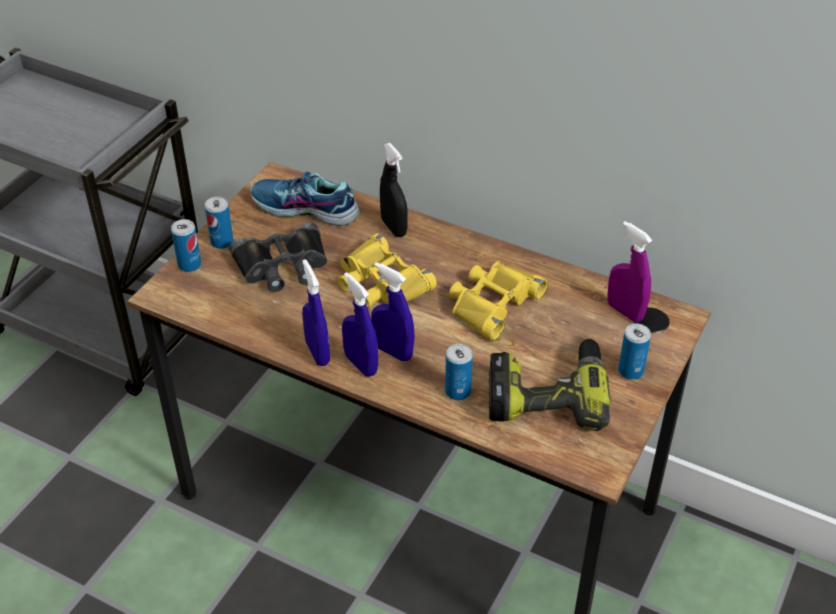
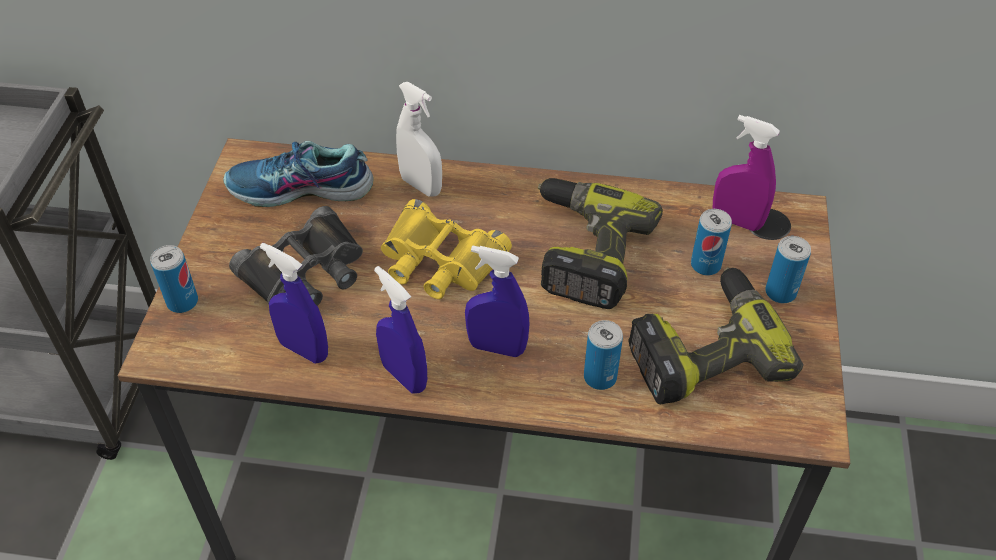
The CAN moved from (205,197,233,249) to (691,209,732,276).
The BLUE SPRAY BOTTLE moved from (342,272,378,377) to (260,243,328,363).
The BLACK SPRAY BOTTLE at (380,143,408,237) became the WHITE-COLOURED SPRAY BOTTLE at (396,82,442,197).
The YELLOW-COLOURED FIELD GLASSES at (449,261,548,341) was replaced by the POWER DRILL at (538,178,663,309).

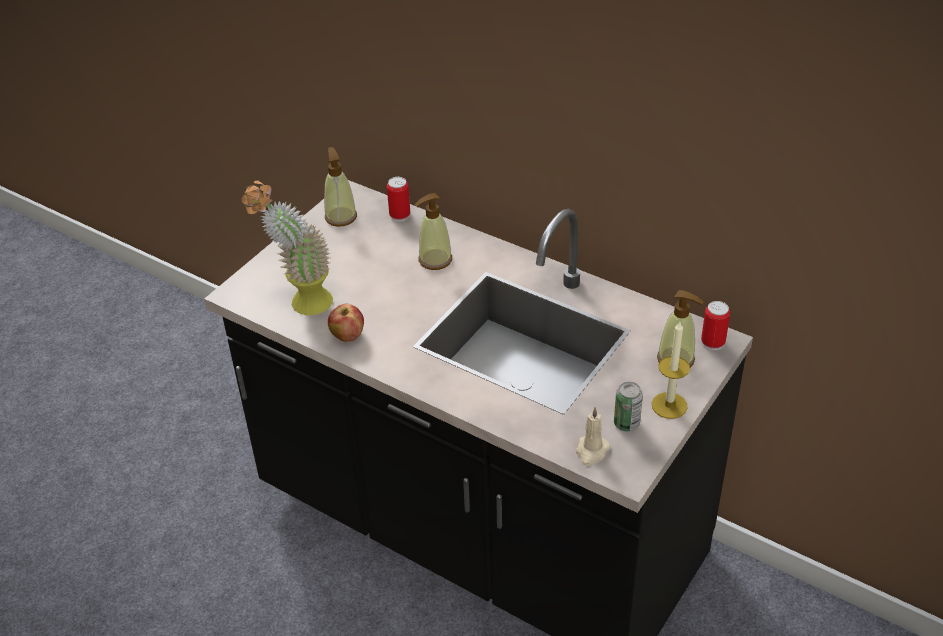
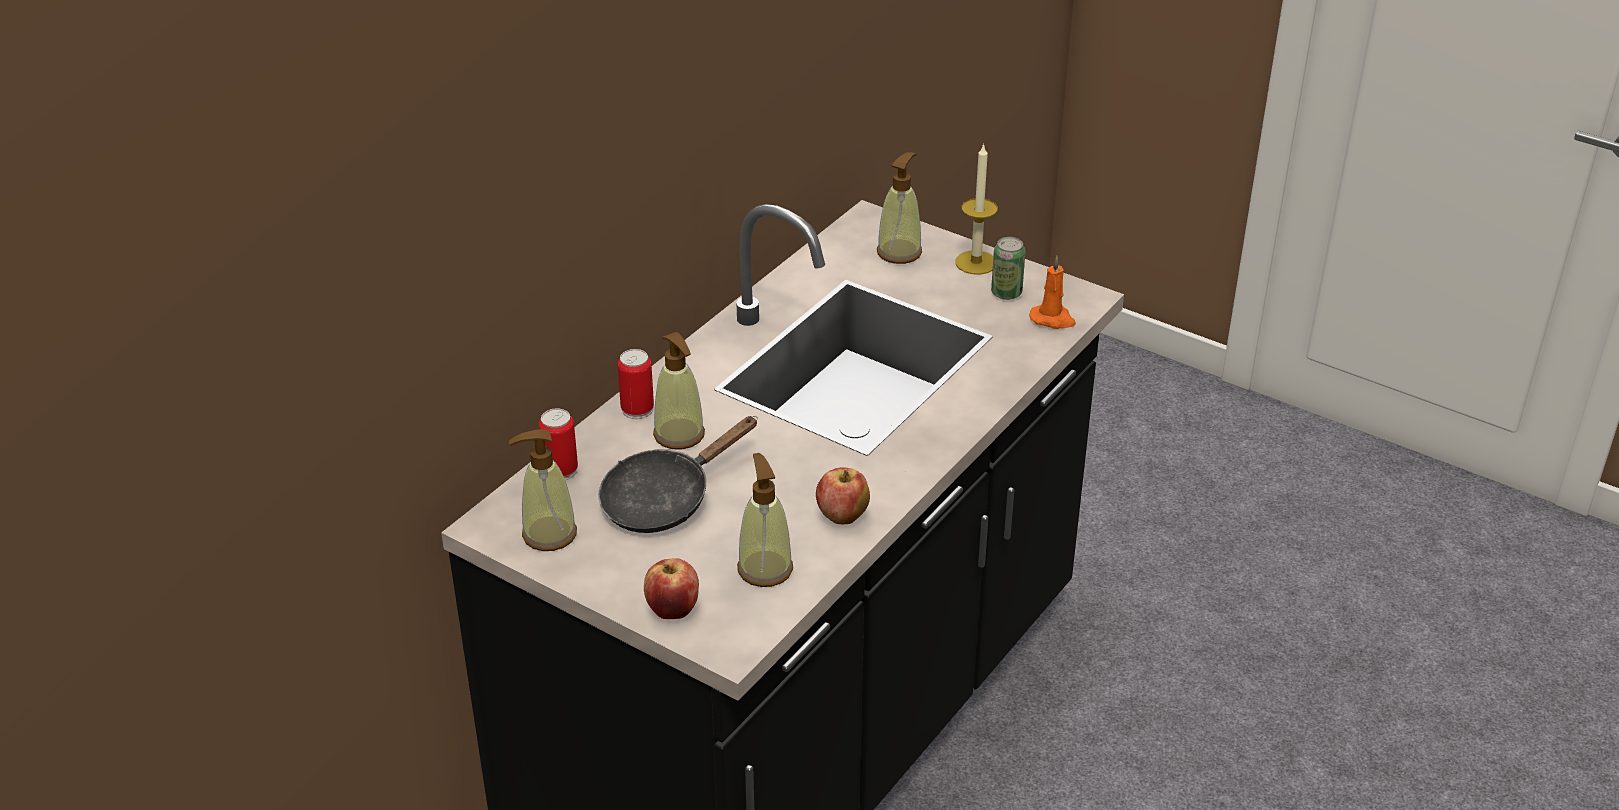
The POTTED PLANT at (242,181,333,315) was replaced by the SOAP DISPENSER at (737,453,793,587).
The BEIGE-COLOURED WAX LIGHT at (576,407,610,466) became the ORANGEY WAX LIGHT at (1029,256,1076,329).
The CAN moved from (701,301,730,351) to (618,349,654,419).
The BLACK FRYING PAN at (598,416,758,533) appeared.
The APPLE FRUIT at (644,558,699,619) appeared.

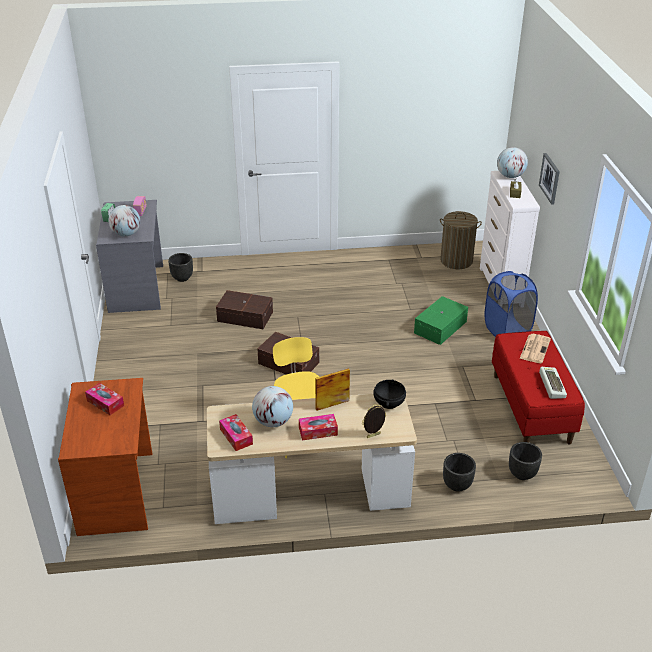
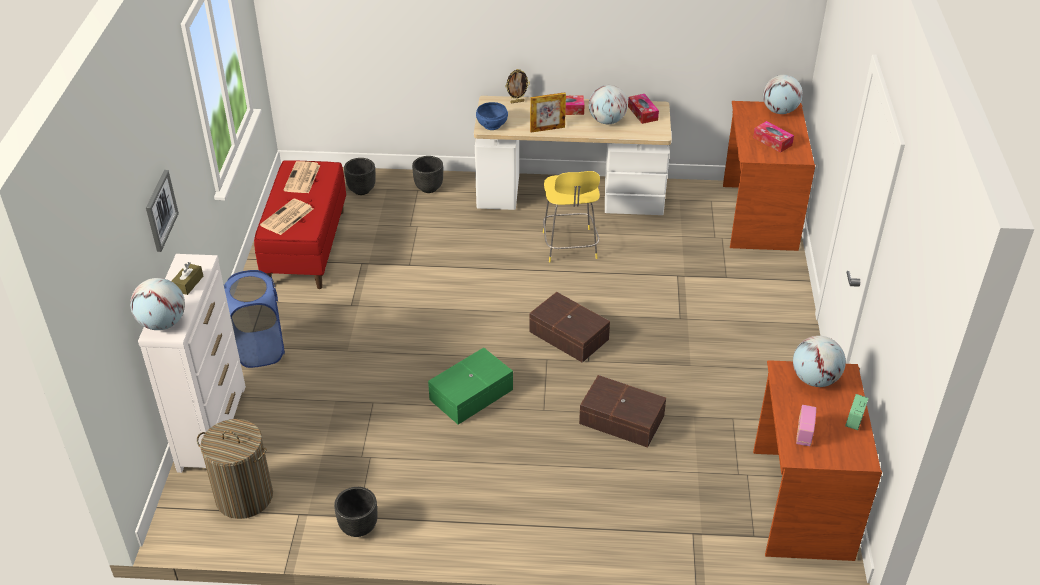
The GREYISH DESK TABLE at (96,200,163,313) became the BROWN-COLOURED DESK TABLE at (753,360,882,561).
The BLACK PLANT POT moved from (168,253,193,282) to (334,487,378,537).
The BLACK DEEP DISH at (374,379,406,409) became the BLUE DEEP DISH at (476,102,508,130).
The GREEN STORAGE BOX moved from (414,296,468,345) to (428,348,513,425).
The PC KEYBOARD at (539,367,567,399) was replaced by the NEWSPAPER at (283,161,320,193).
The WORLD GLOBE at (763,75,803,114) appeared.

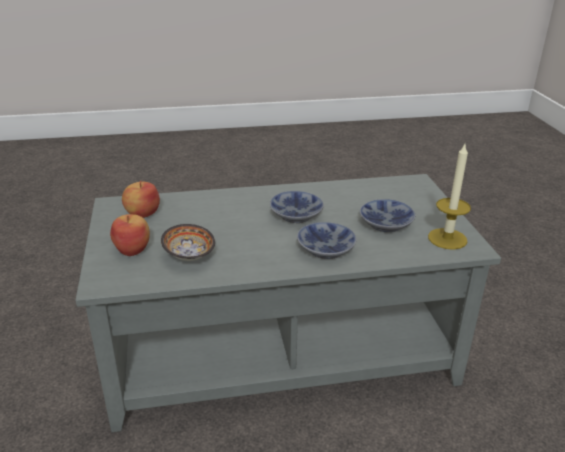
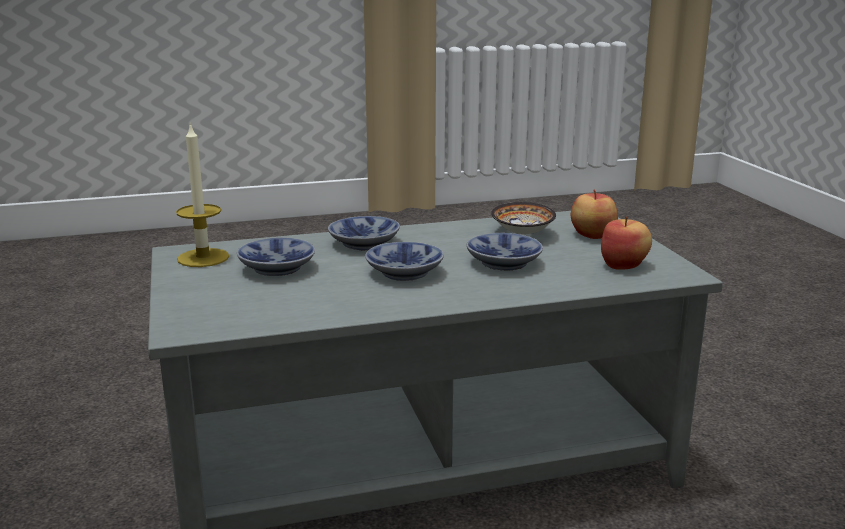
The DEEP DISH at (467,233,543,270) appeared.

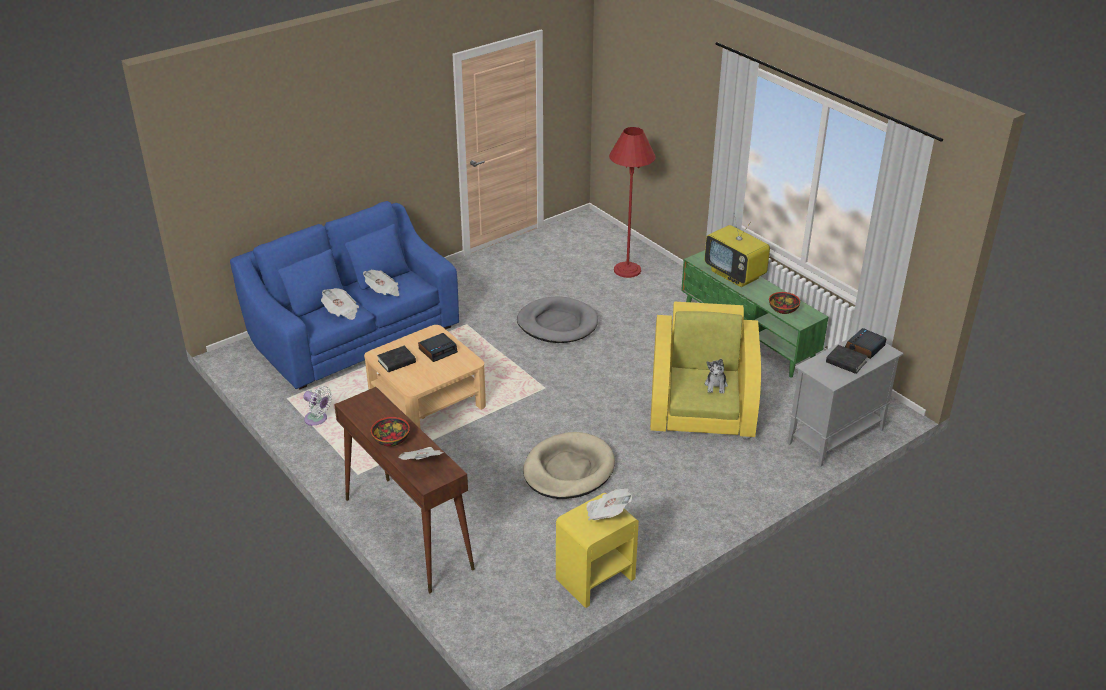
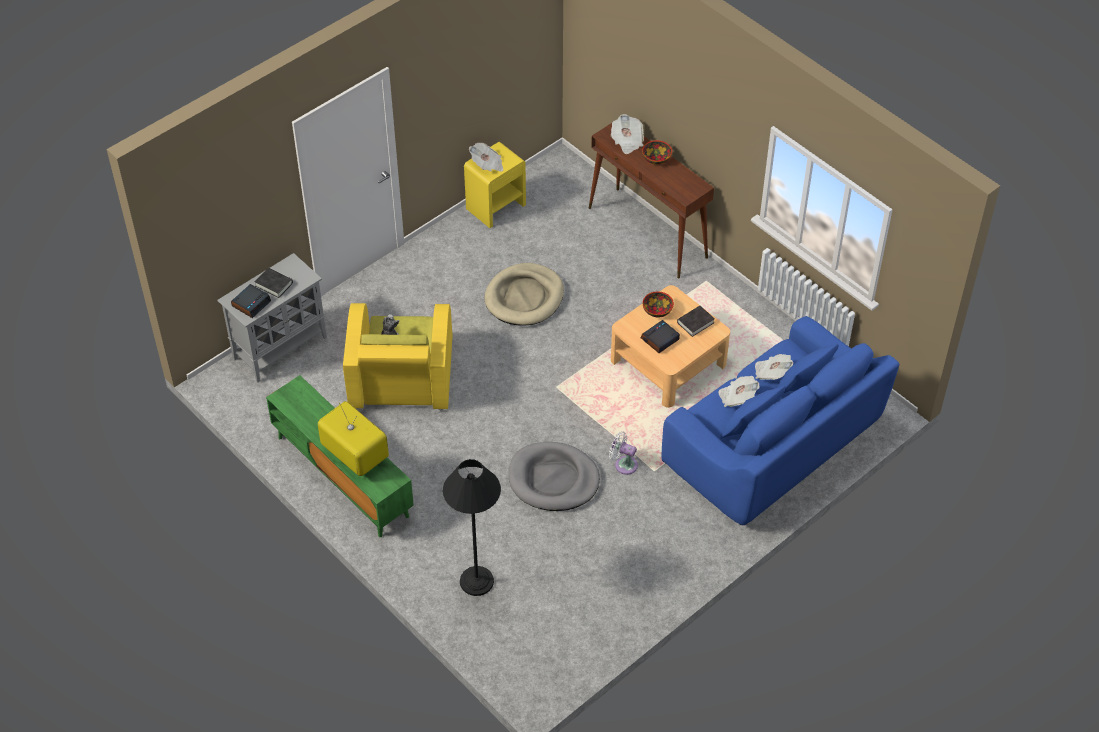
The WHITE-COLOURED FAN moved from (303,386,332,426) to (609,431,638,475).
The RED-COLOURED STANDARD LAMP at (609,127,656,278) became the BLACK STANDARD LAMP at (443,459,501,596).
The DEEP DISH moved from (769,292,800,314) to (643,291,674,317).

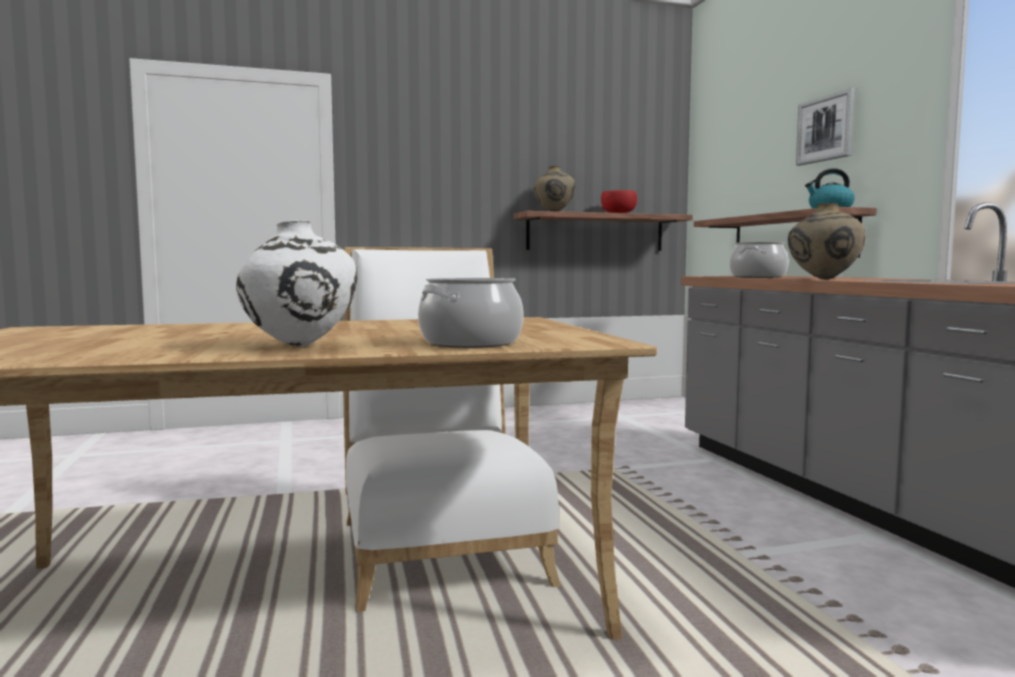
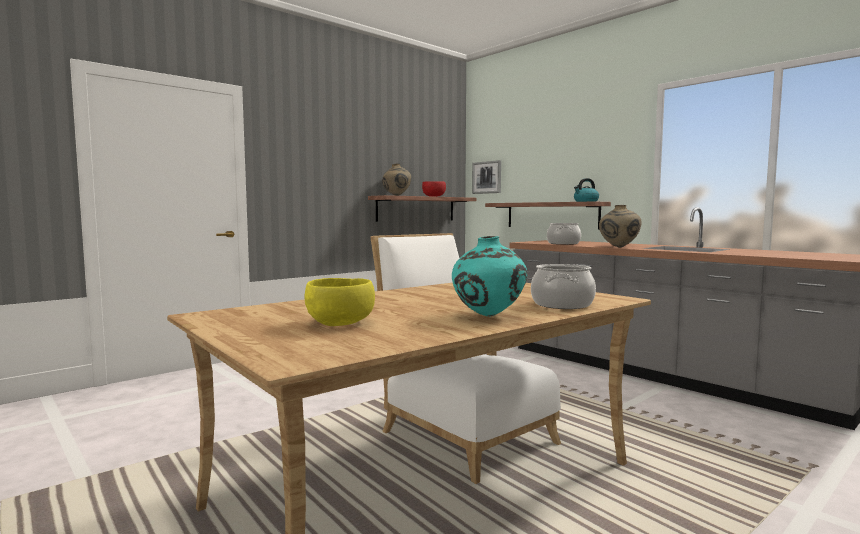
The WHITE-COLOURED VASE at (236,220,357,347) became the BLUE-GREEN VASE at (452,236,527,317).
The WALL ART moved from (796,88,855,166) to (472,160,501,194).
The YELLOW-COLOURED DEEP DISH at (304,278,375,326) appeared.

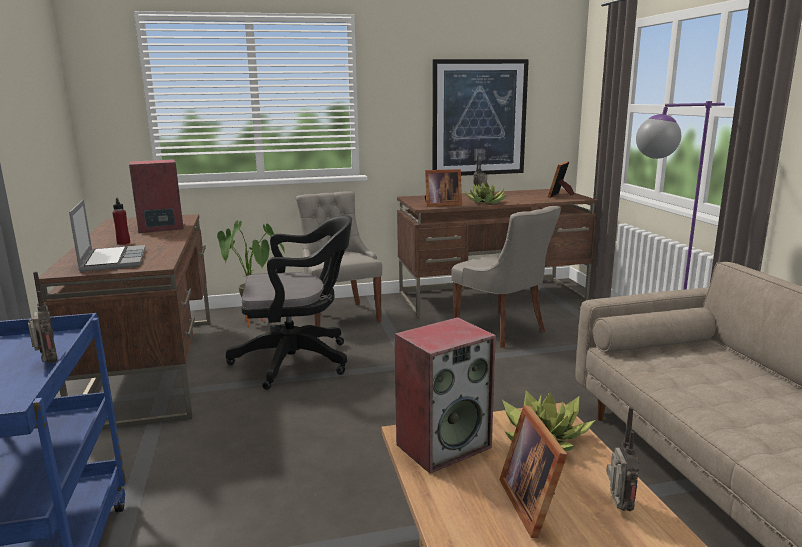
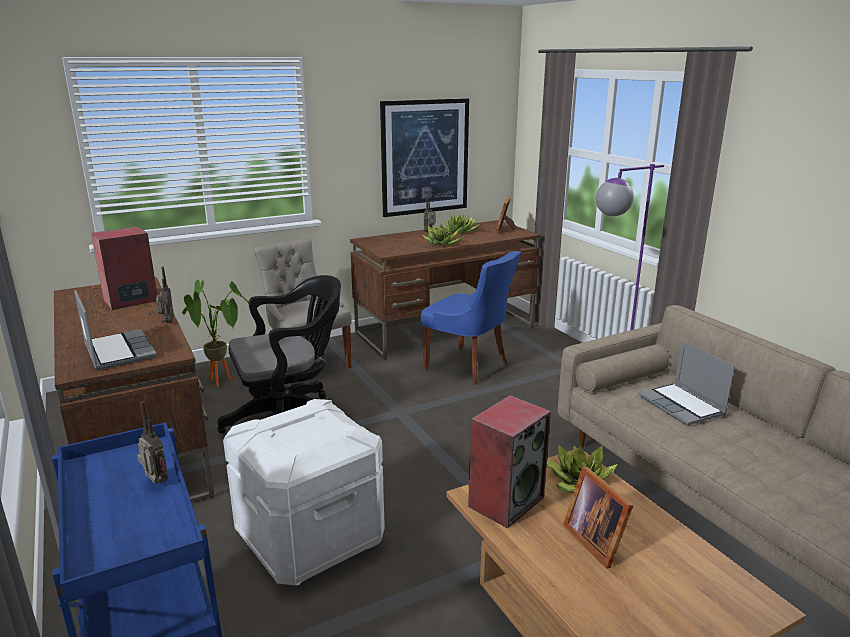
The RED-COLOURED BEVERAGE BOTTLE at (112,197,130,245) disappeared.
The STANDING FRAME at (425,169,462,207) disappeared.
The GREYISH PLAIN CHAIR at (451,206,561,348) became the BLUE PLAIN CHAIR at (421,251,521,385).
The RADIO SET moved from (606,407,639,511) to (156,267,174,323).
The WHITE-COLOURED STORAGE BOX at (223,399,385,586) appeared.
The POTTED PLANT at (443,215,481,233) appeared.
The PORTABLE COMPUTER at (639,340,735,426) appeared.

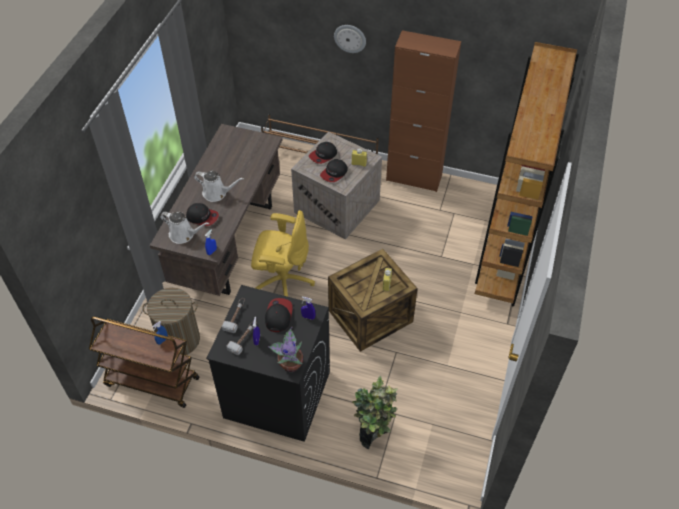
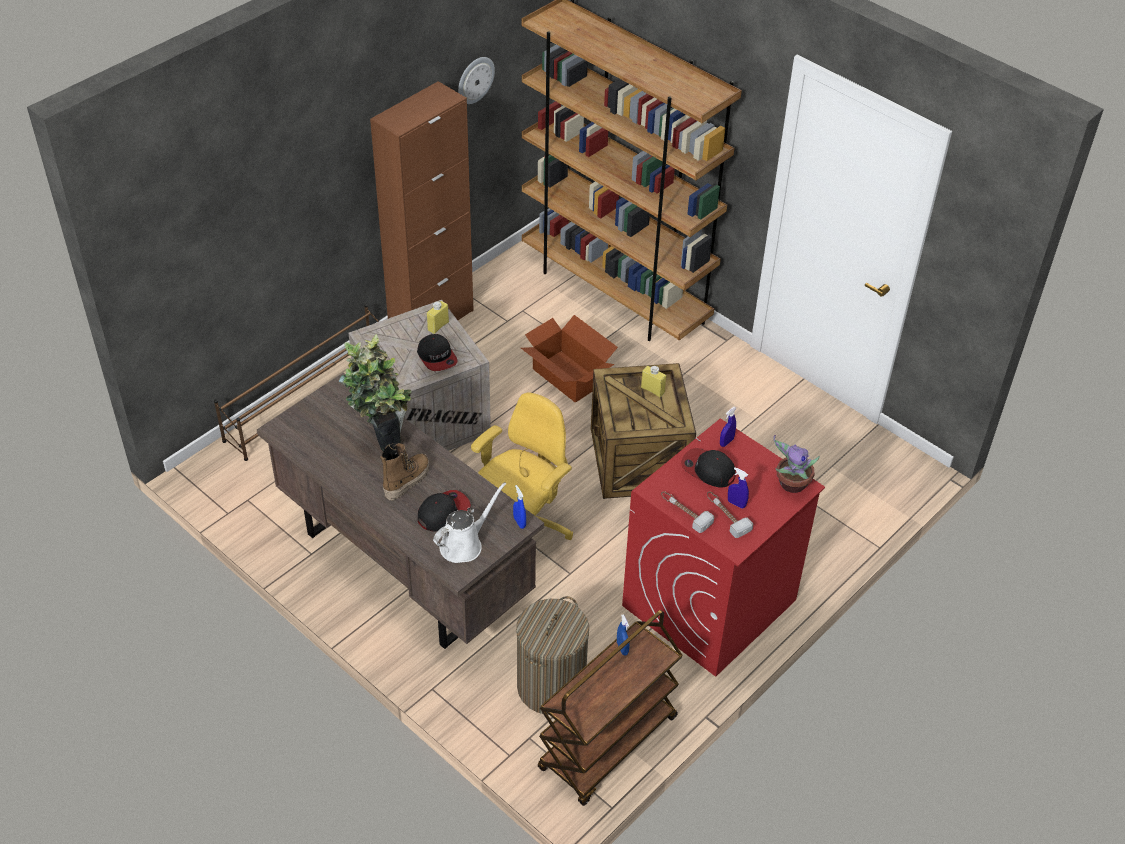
The WHITE-COLOURED SPRINKLING CAN at (194,171,244,202) was replaced by the BOOT at (380,443,429,501).
The BLACK LAUNDRY MACHINE at (206,285,330,442) became the RED-COLOURED LAUNDRY MACHINE at (622,419,825,677).
The CAP at (309,142,337,164) disappeared.
The HANGING CLOCK moved from (334,25,366,53) to (458,57,495,104).
The POTTED PLANT moved from (352,376,398,449) to (339,334,412,451).
The PACKING BOX at (521,315,618,402) appeared.

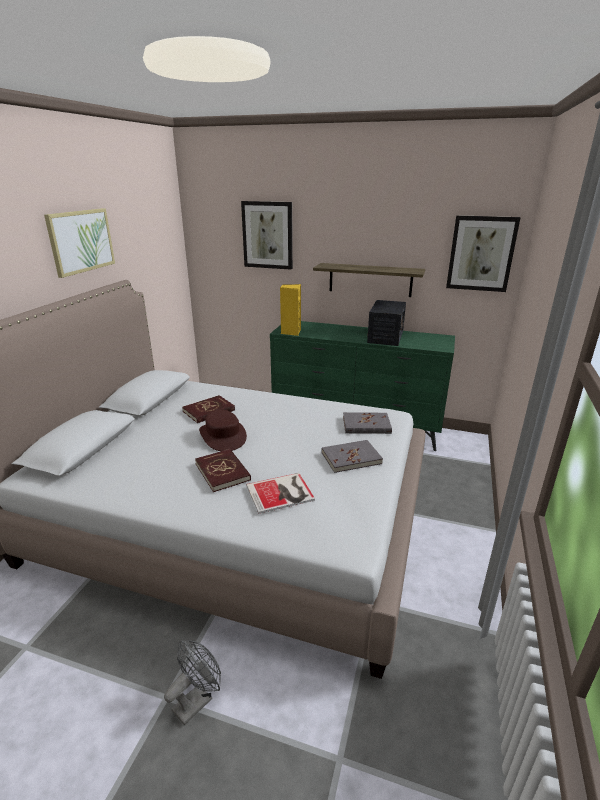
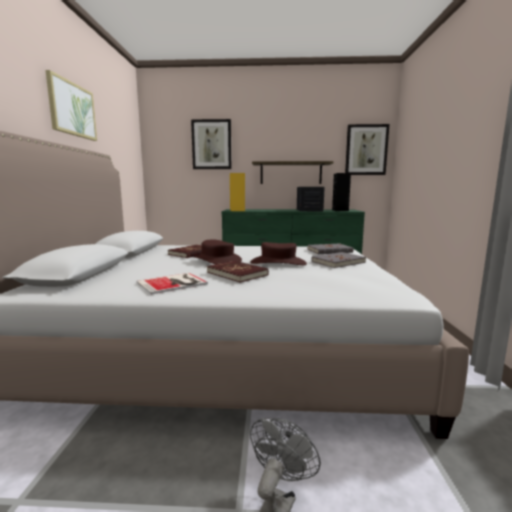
The BOUND BOOK moved from (246,473,315,514) to (137,273,208,295).
The BROWN-COLOURED CLOTHING HAT at (250,242,307,265) appeared.
The BLACK AUDIO SPEAKER at (332,173,351,211) appeared.

